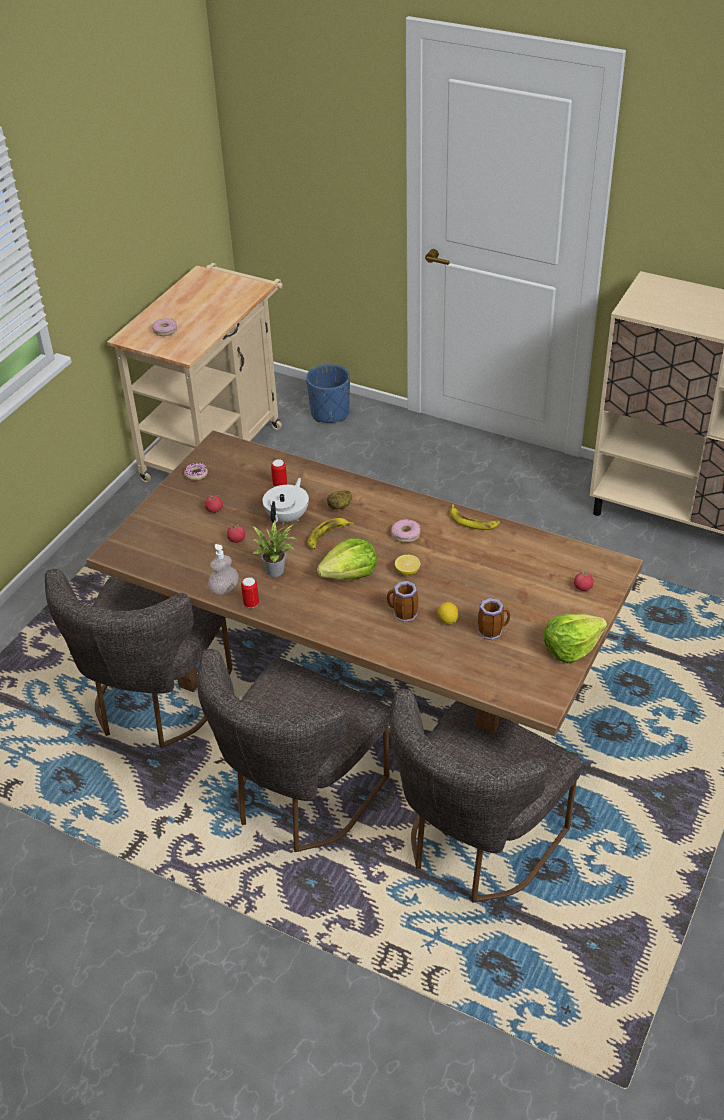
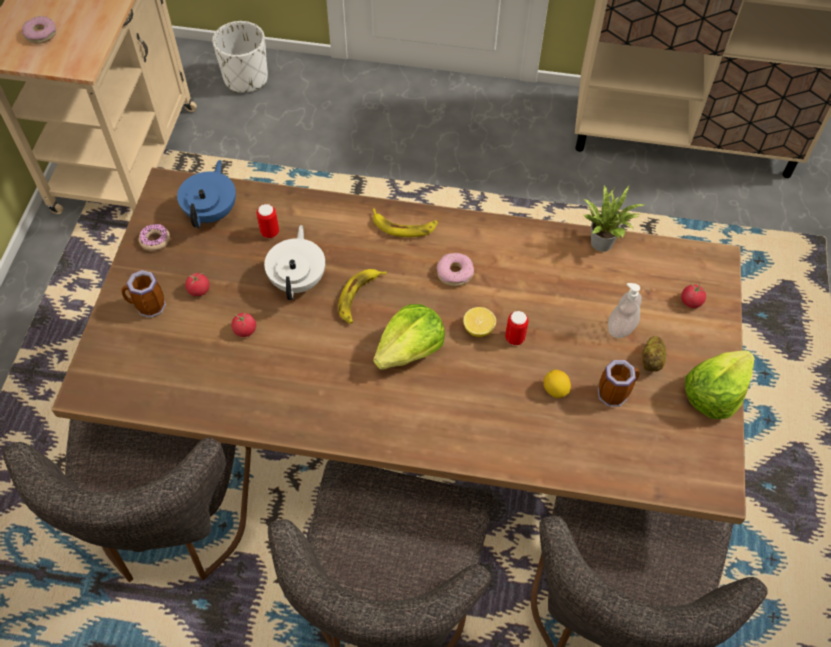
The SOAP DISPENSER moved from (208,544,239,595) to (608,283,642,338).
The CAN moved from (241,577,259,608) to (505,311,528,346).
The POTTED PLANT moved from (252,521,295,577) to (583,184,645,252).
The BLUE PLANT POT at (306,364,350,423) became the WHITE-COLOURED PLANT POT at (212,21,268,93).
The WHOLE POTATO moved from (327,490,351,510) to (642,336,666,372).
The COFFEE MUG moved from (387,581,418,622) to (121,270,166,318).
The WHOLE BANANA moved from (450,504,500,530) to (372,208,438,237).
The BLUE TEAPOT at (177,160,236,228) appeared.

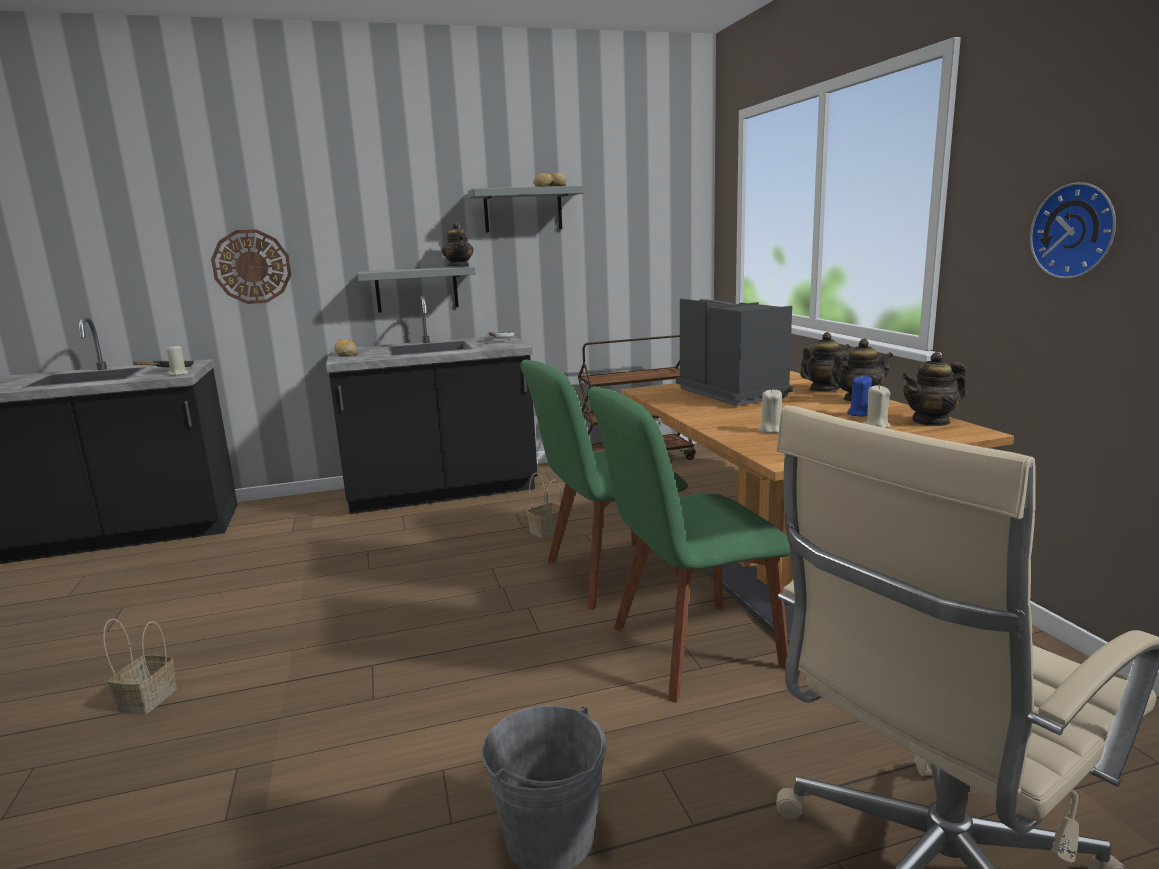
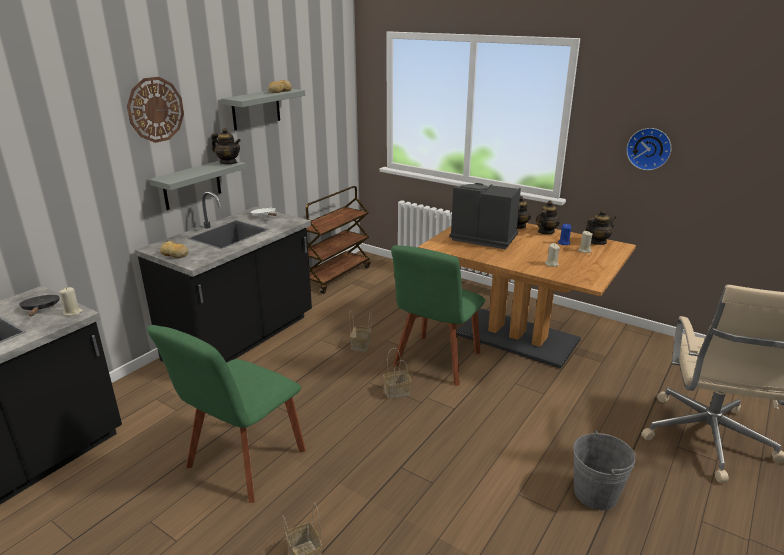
The HANGING CLOCK moved from (211,229,291,304) to (127,77,184,143).
The GREEN PLAIN CHAIR moved from (588,386,790,703) to (147,325,306,503).
The TEAPOT at (902,352,966,426) turned 150 degrees counterclockwise.
The HOUSEHOLD BASKET at (383,348,411,399) appeared.

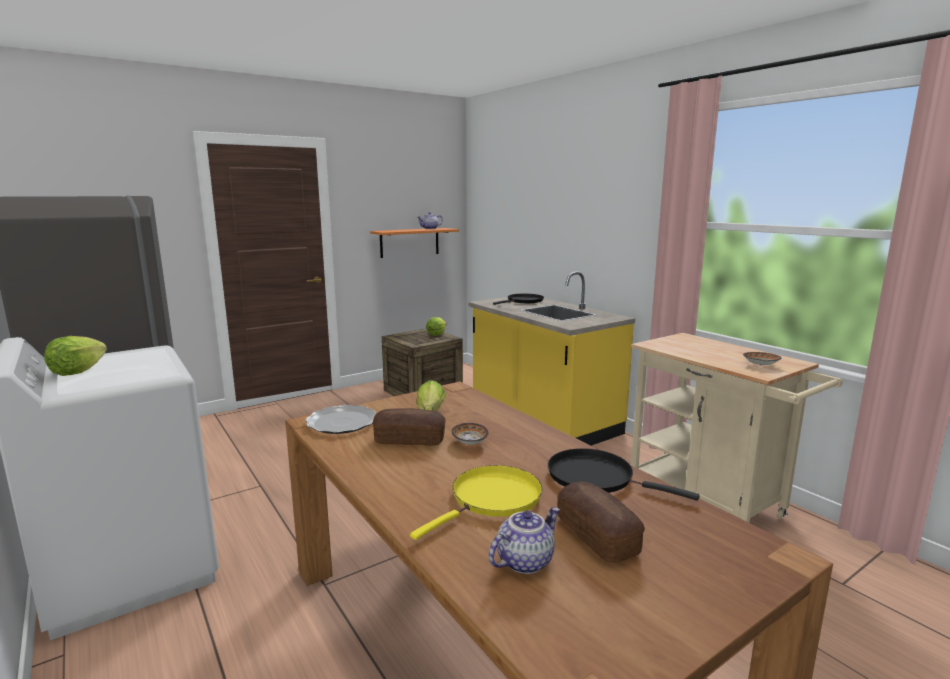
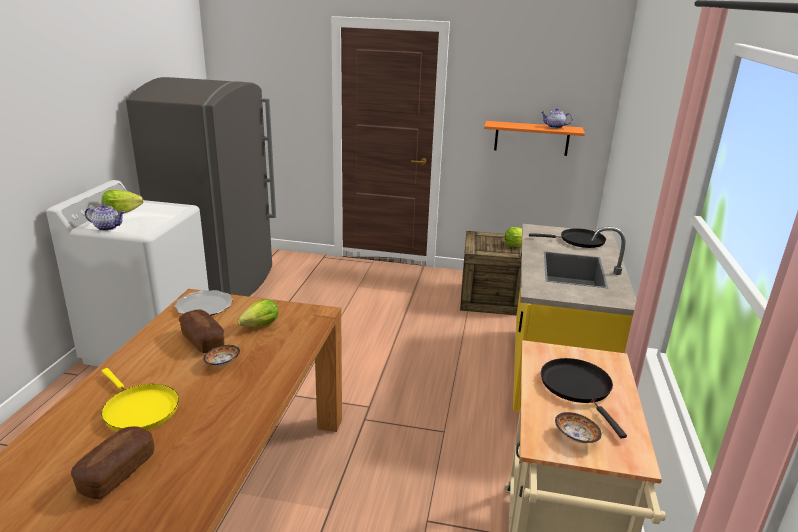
The YELLOW-COLOURED FRYING PAN at (410,465,542,540) turned 45 degrees clockwise.
The TEAPOT moved from (489,507,560,574) to (85,204,125,231).
The BLACK FRYING PAN moved from (548,448,700,501) to (541,358,627,438).

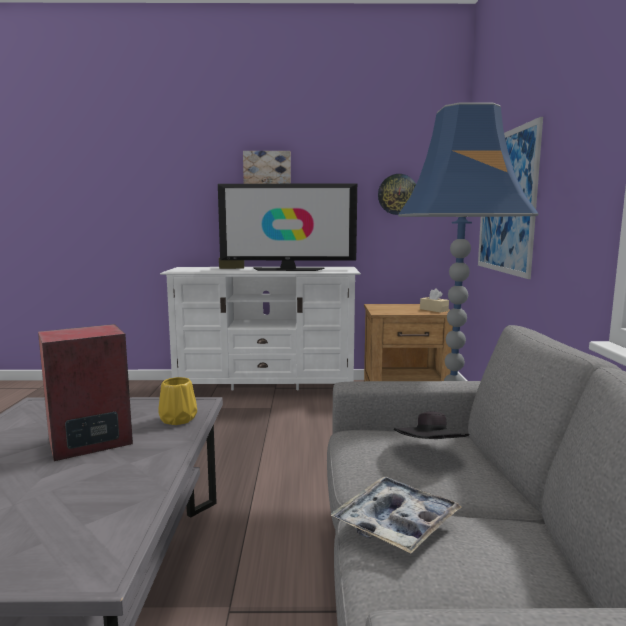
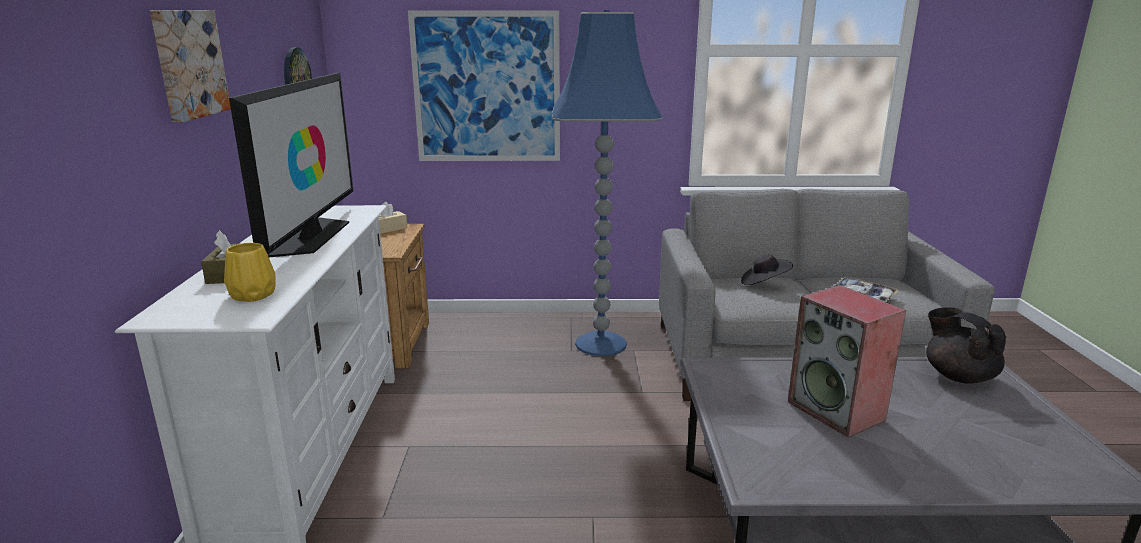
The YELLOW-COLOURED VASE moved from (158,377,197,425) to (224,243,276,302).
The BLACK TEAPOT at (926,307,1006,384) appeared.

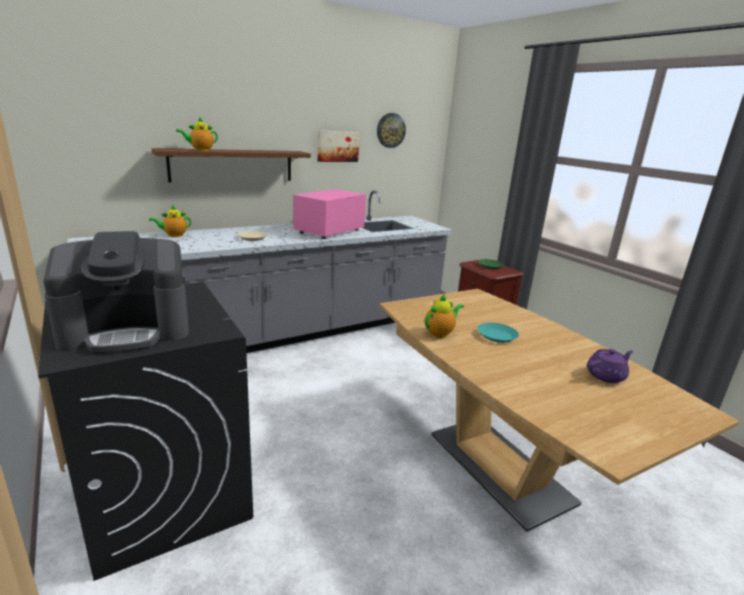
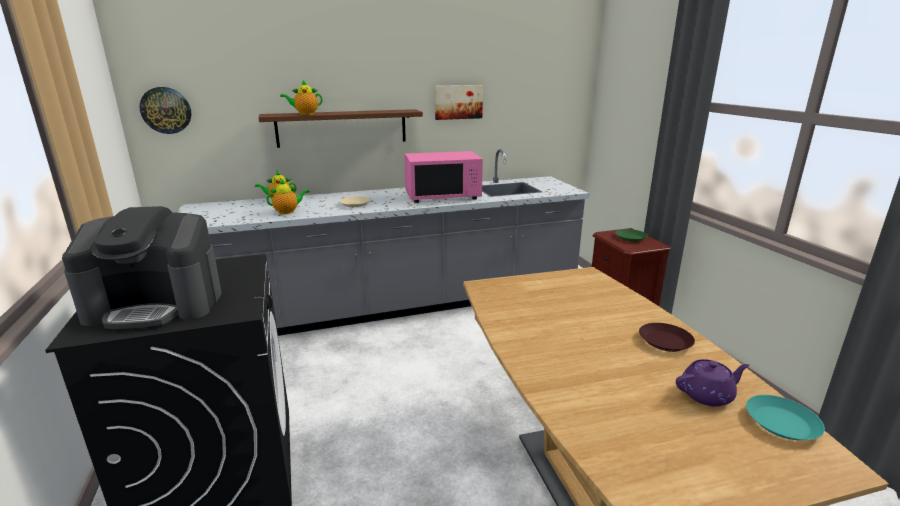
The PINKISH MICROWAVE OVEN at (294,189,366,239) turned 150 degrees counterclockwise.
The HANGING CLOCK moved from (377,113,406,148) to (139,87,191,134).
The TEAPOT moved from (425,294,464,338) to (266,179,310,214).
The BLUE-GREEN DINNER PLATE moved from (477,323,519,343) to (746,395,825,440).
The BROWN-COLOURED DINNER PLATE at (639,323,695,352) appeared.

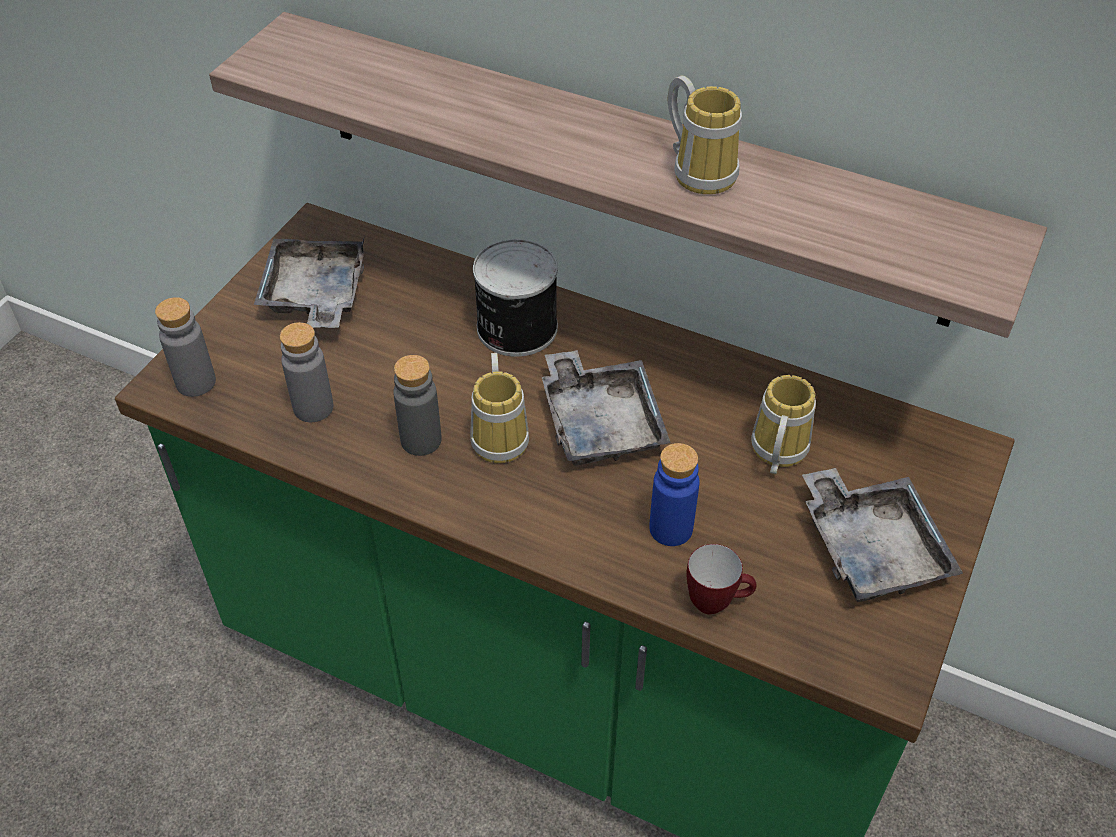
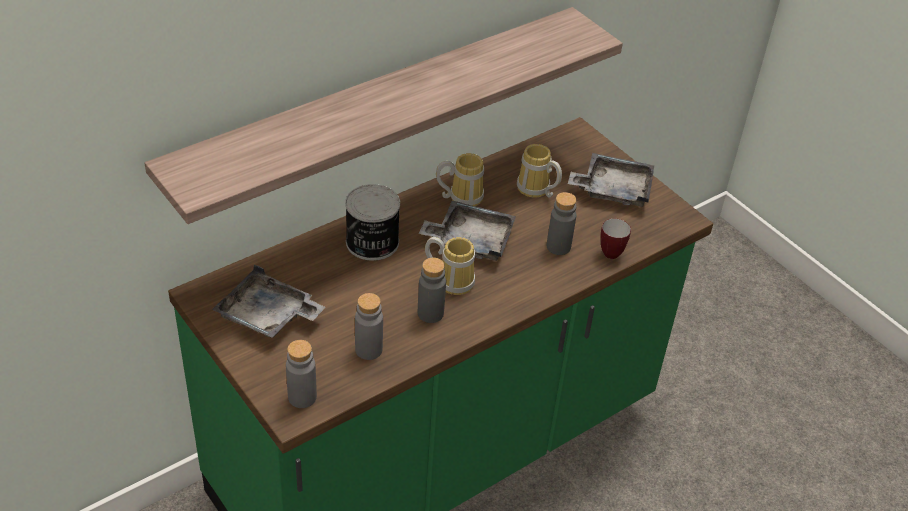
The BLUE BEVERAGE BOTTLE at (649,443,699,546) became the GREYISH BEVERAGE BOTTLE at (547,192,577,255).
The COFFEE MUG moved from (668,76,742,194) to (436,153,484,206).

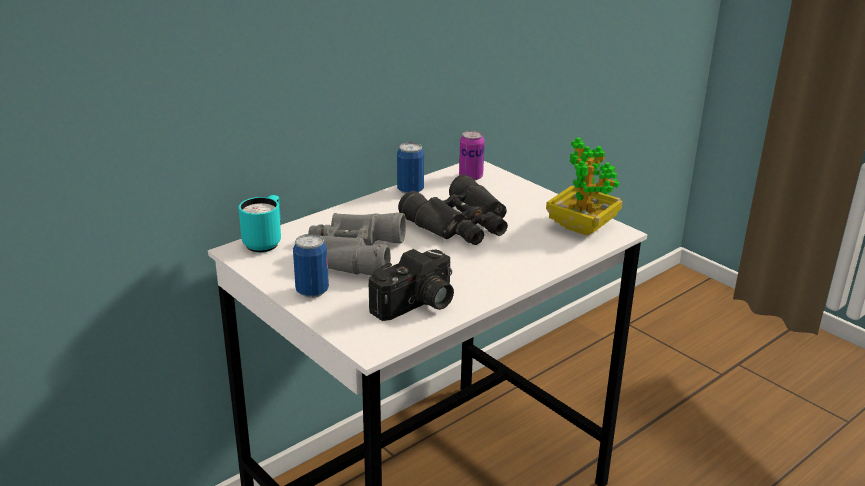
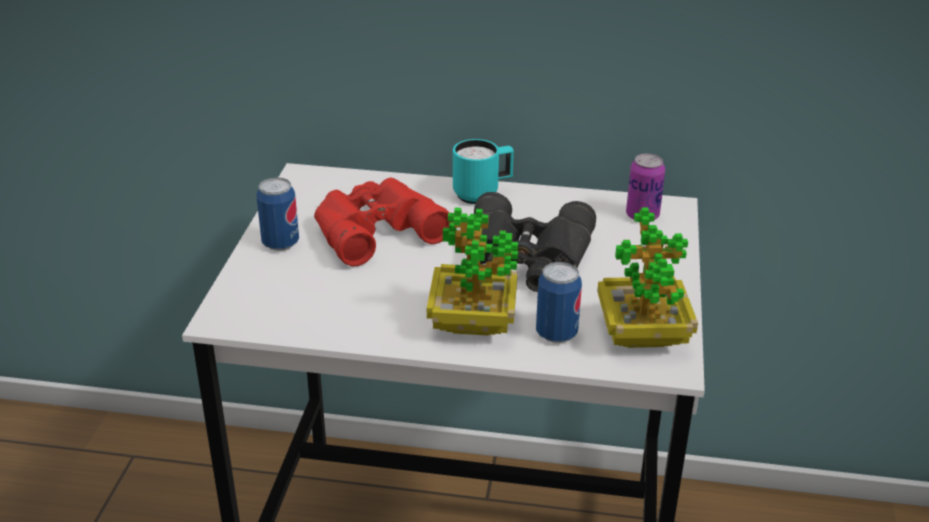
The BLUE-GREEN COFFEE MUG moved from (238,195,281,253) to (453,139,514,204).
The GREYISH FIELD GLASSES at (308,213,406,275) became the RED-COLOURED FIELD GLASSES at (314,178,453,266).
The STILL CAMERA at (368,249,454,321) disappeared.
The CAN moved from (397,142,424,194) to (536,262,582,343).
The POTTED PLANT at (427,208,518,336) appeared.

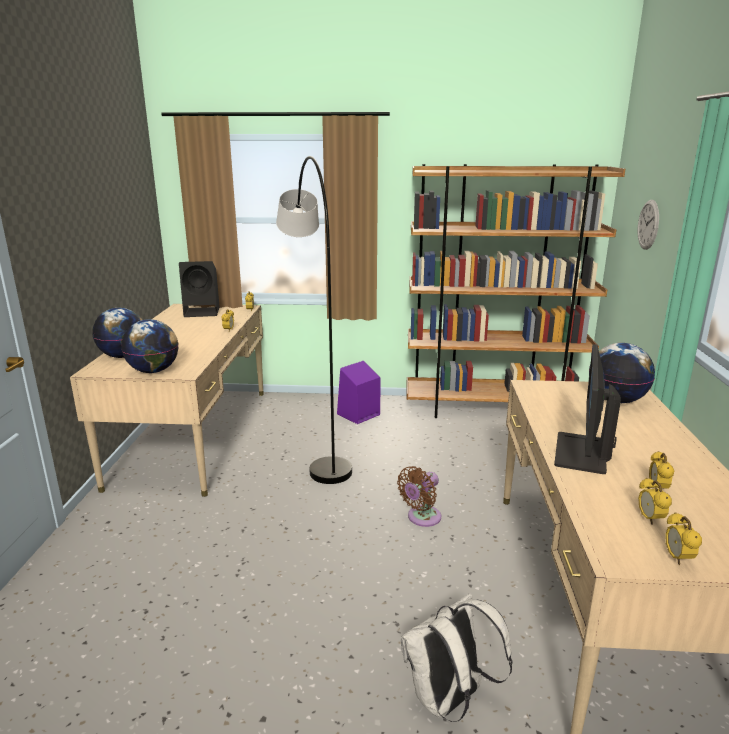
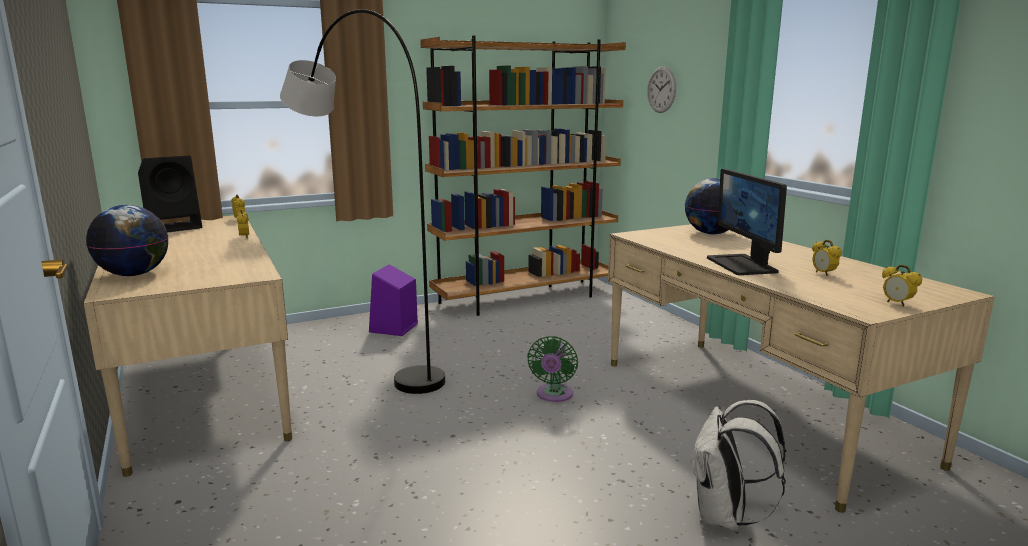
The WORLD GLOBE at (121,319,179,373) disappeared.
The BROWN-COLOURED FAN at (397,466,441,527) became the GREEN FAN at (527,336,578,402).
The ALARM CLOCK at (638,478,672,525) disappeared.

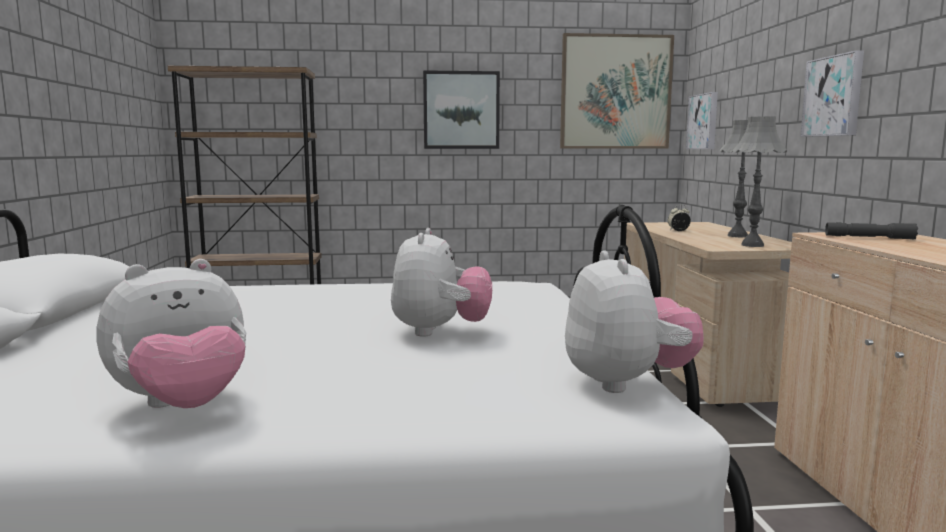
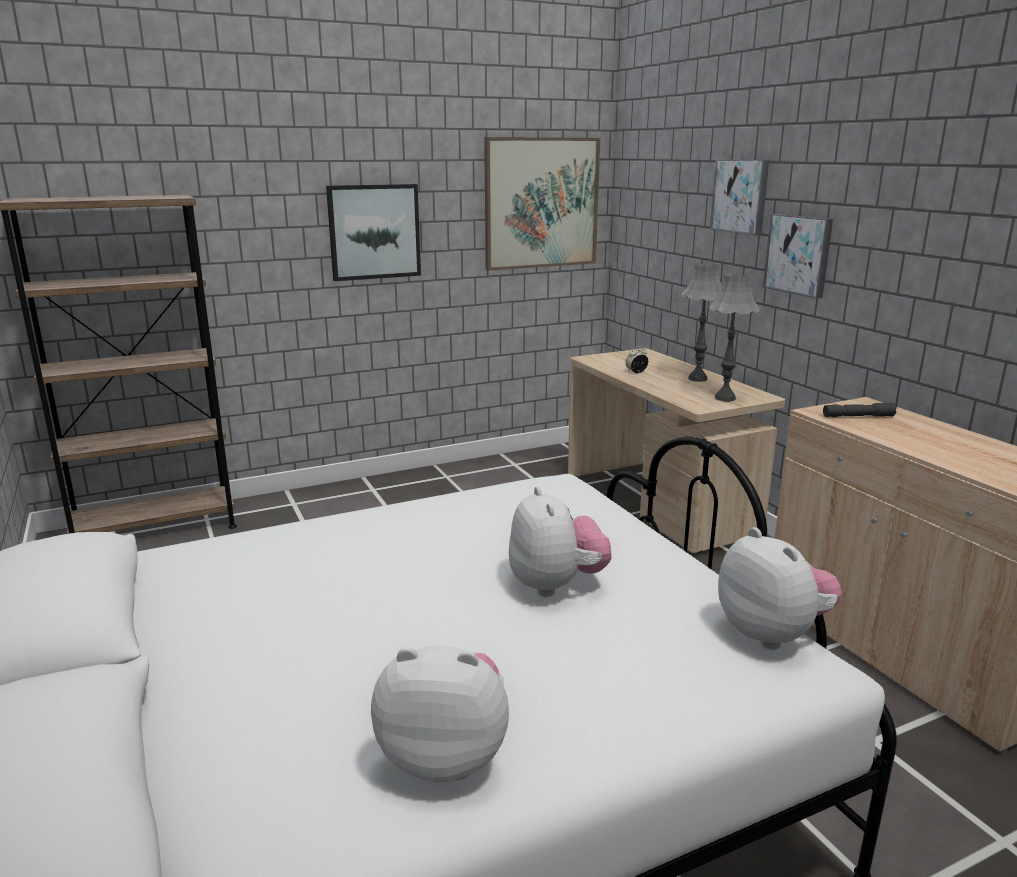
The PLUSH TOY at (96,259,246,408) turned 120 degrees counterclockwise.
The WALL ART moved from (686,92,718,149) to (710,159,769,236).

